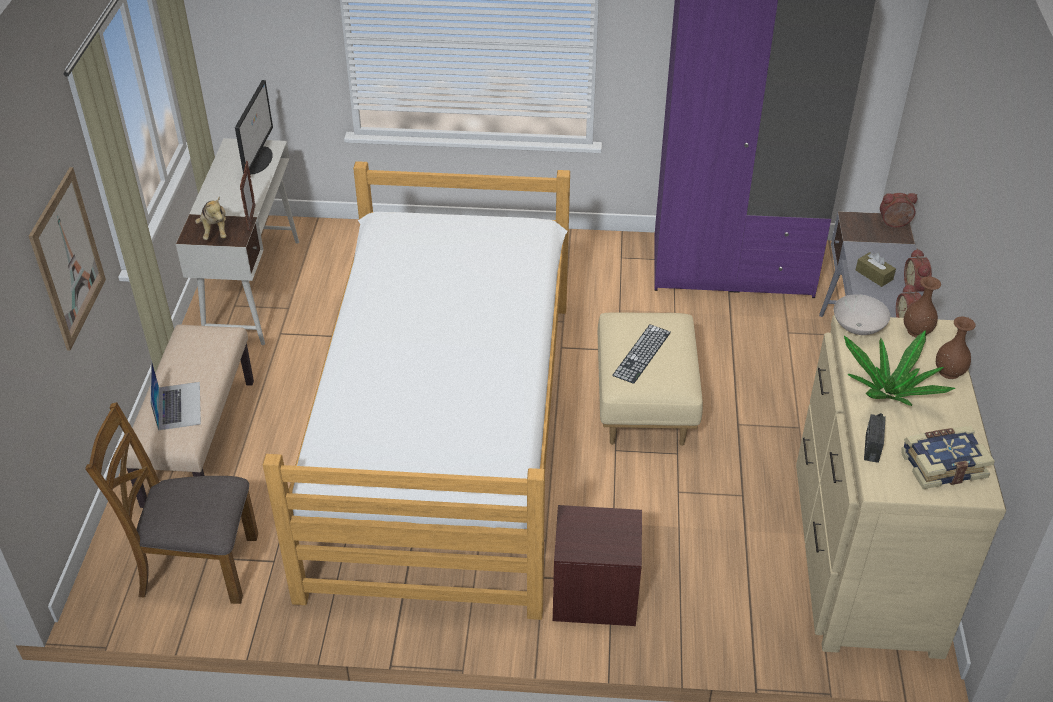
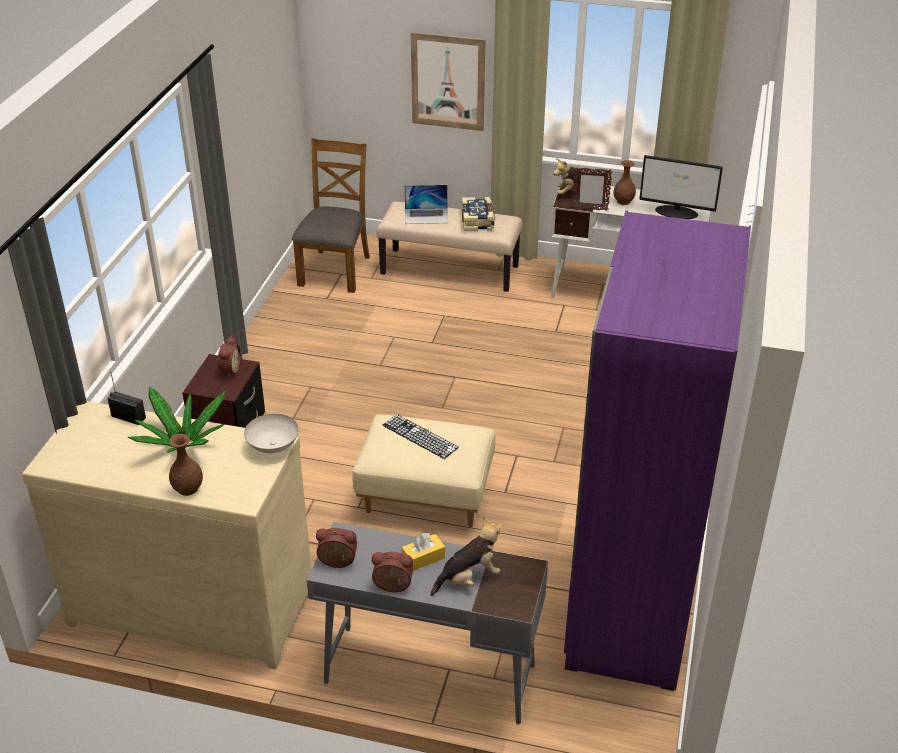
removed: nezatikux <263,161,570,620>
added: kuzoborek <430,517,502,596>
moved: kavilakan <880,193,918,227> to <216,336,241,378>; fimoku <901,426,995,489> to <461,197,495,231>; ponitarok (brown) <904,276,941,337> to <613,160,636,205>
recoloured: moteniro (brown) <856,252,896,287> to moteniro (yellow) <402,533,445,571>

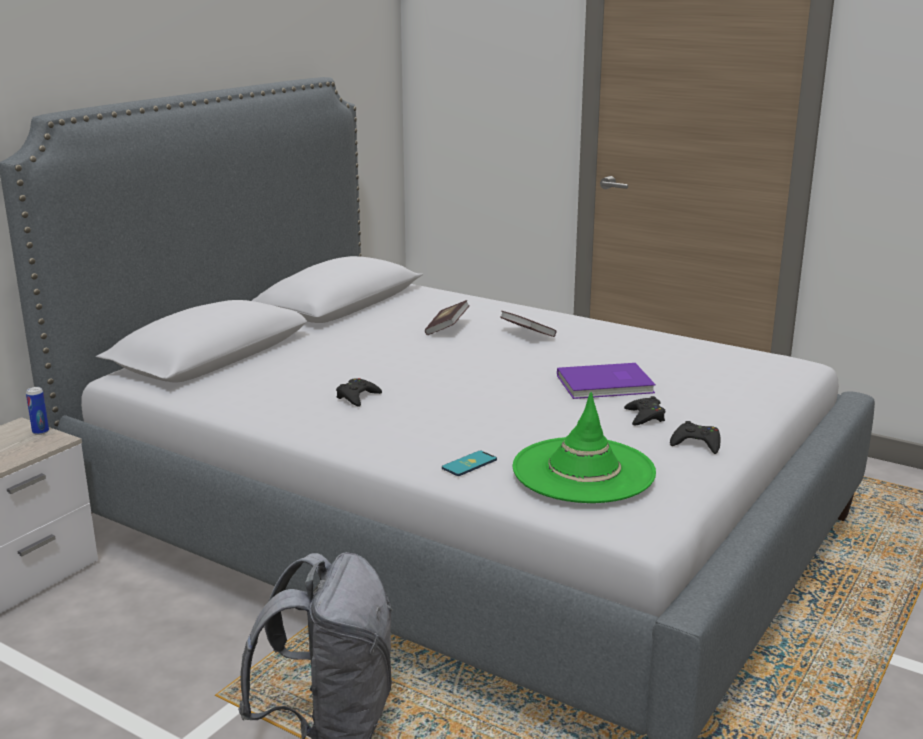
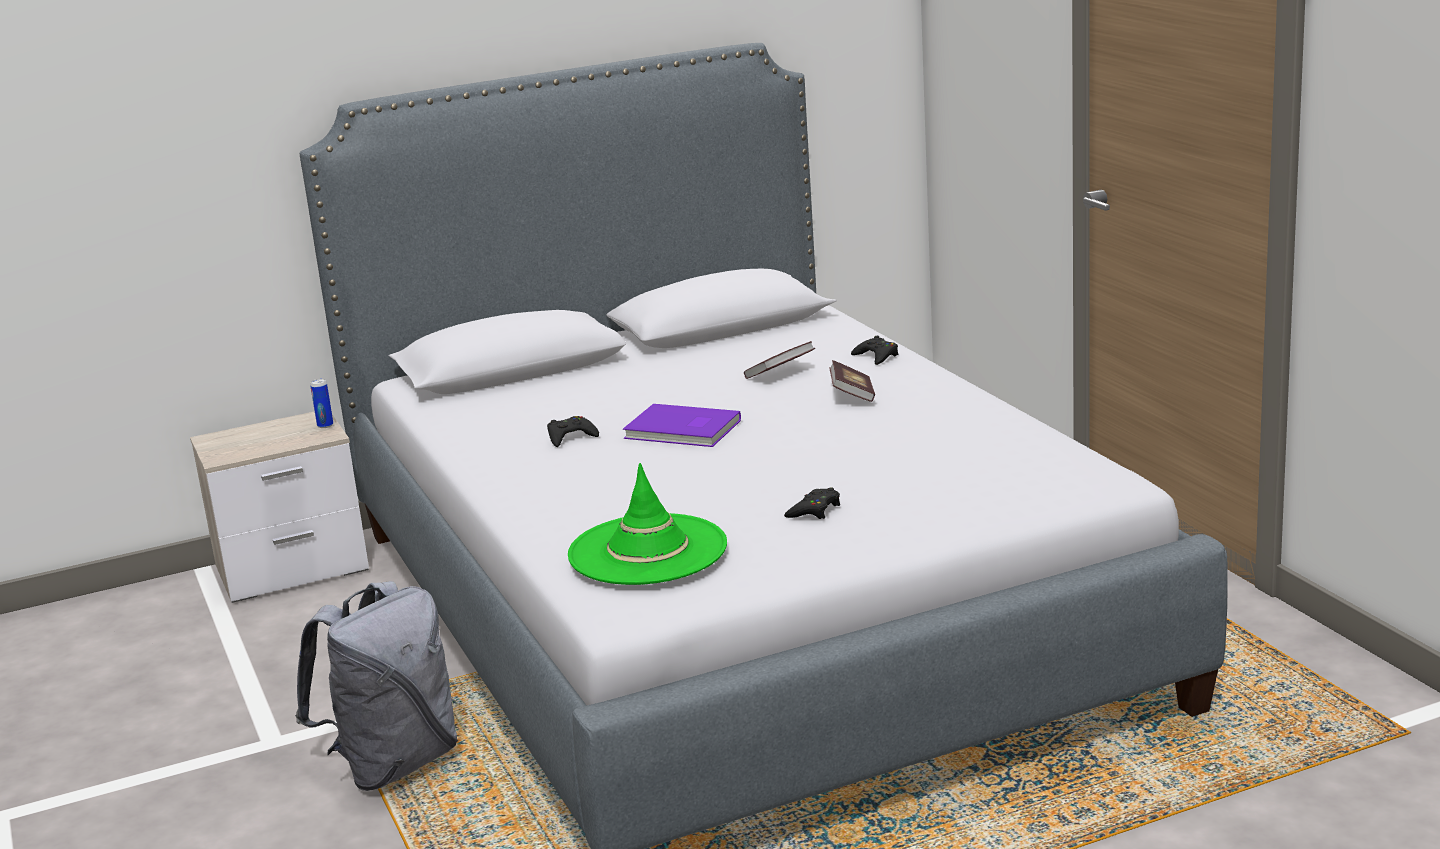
removed: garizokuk <442,451,497,476>
moved: fimoku (purple) <557,363,656,399> to <623,404,741,447>; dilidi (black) <670,421,720,454> to <851,336,898,365>

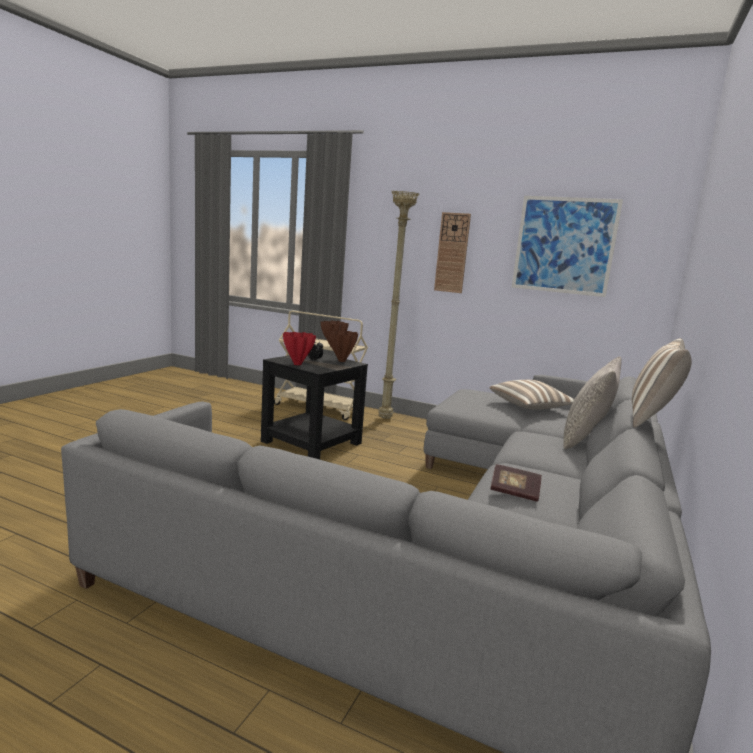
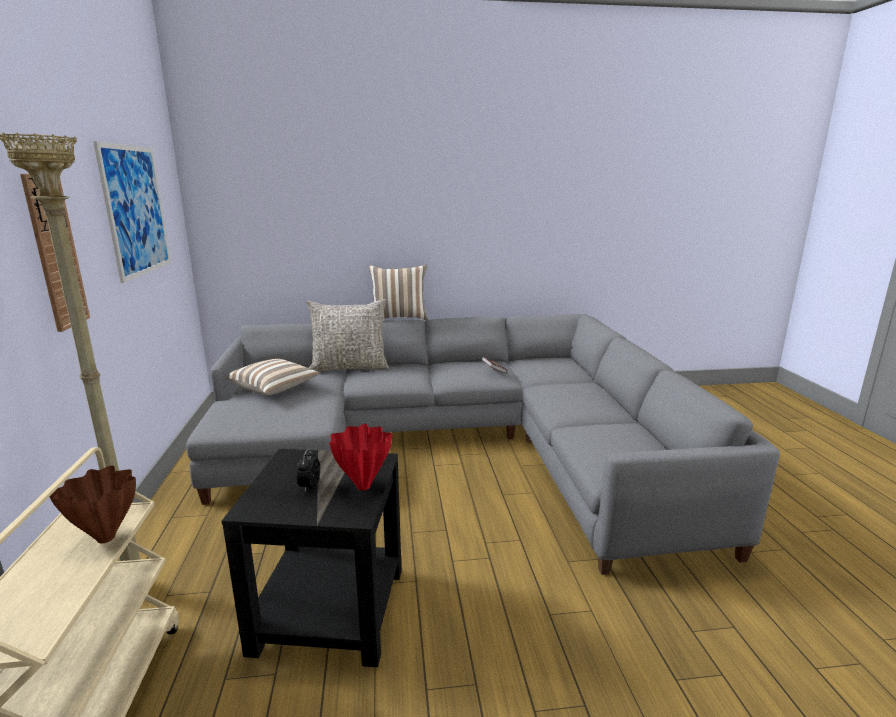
removed: ponitarok (brown) <328,330,358,362>

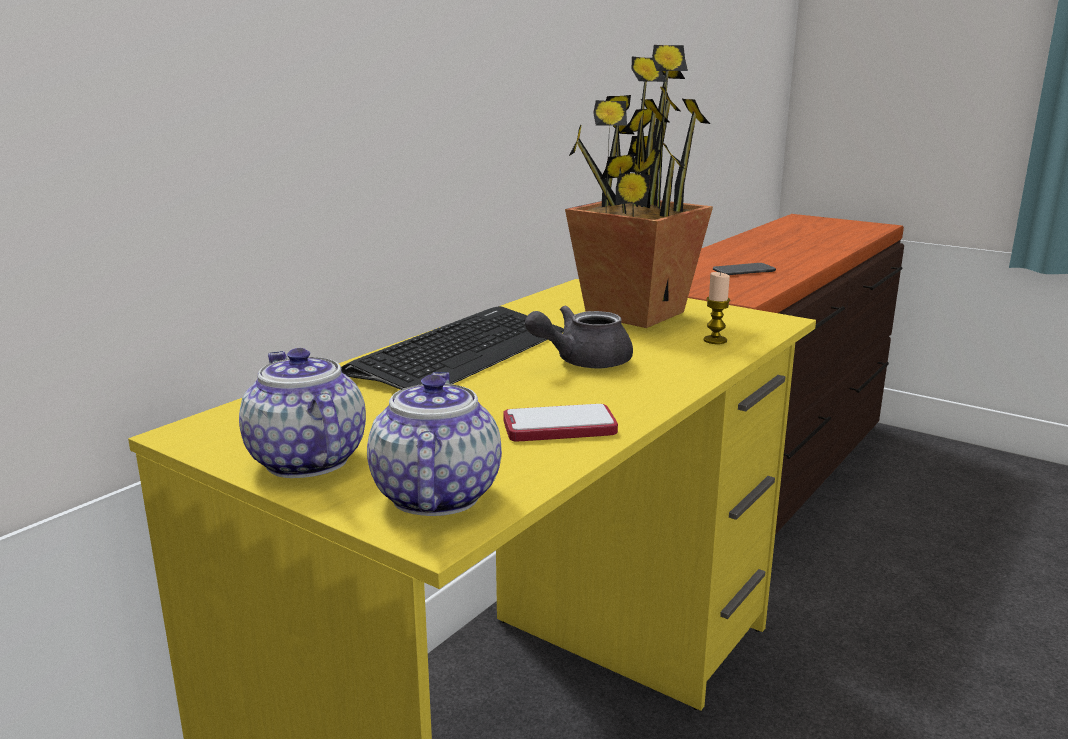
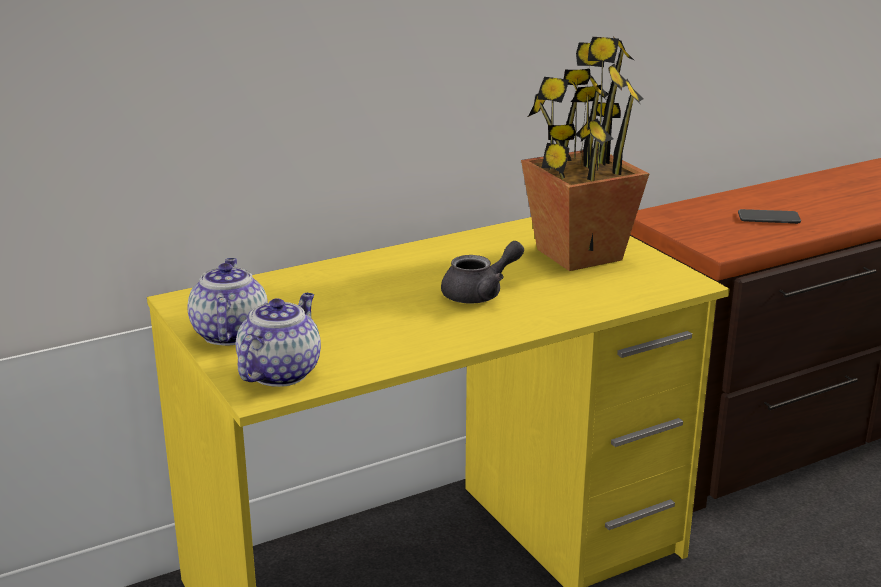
removed: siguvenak <341,306,564,390>; garizokuk <503,404,618,442>; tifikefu <704,272,730,344>
turned: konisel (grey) <525,305,633,368> = <441,241,524,304> 150 degrees clockwise

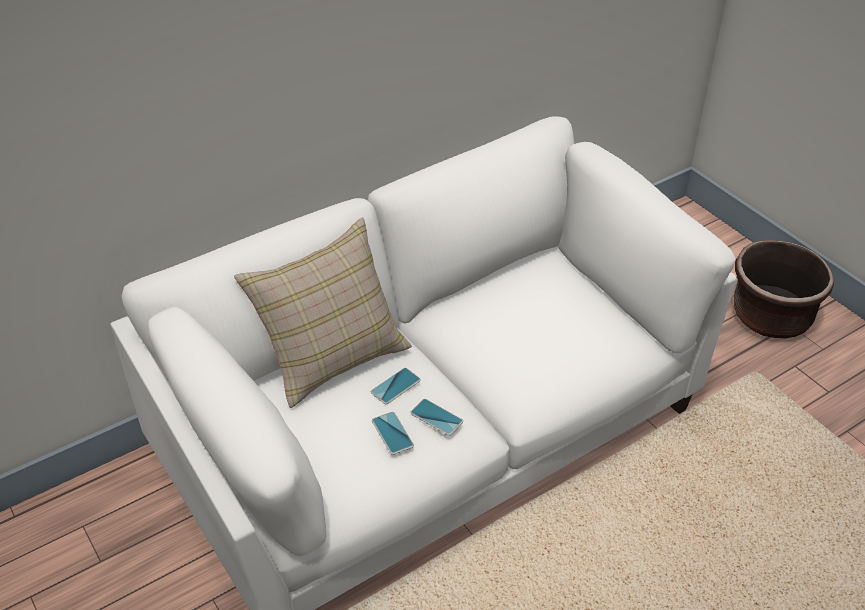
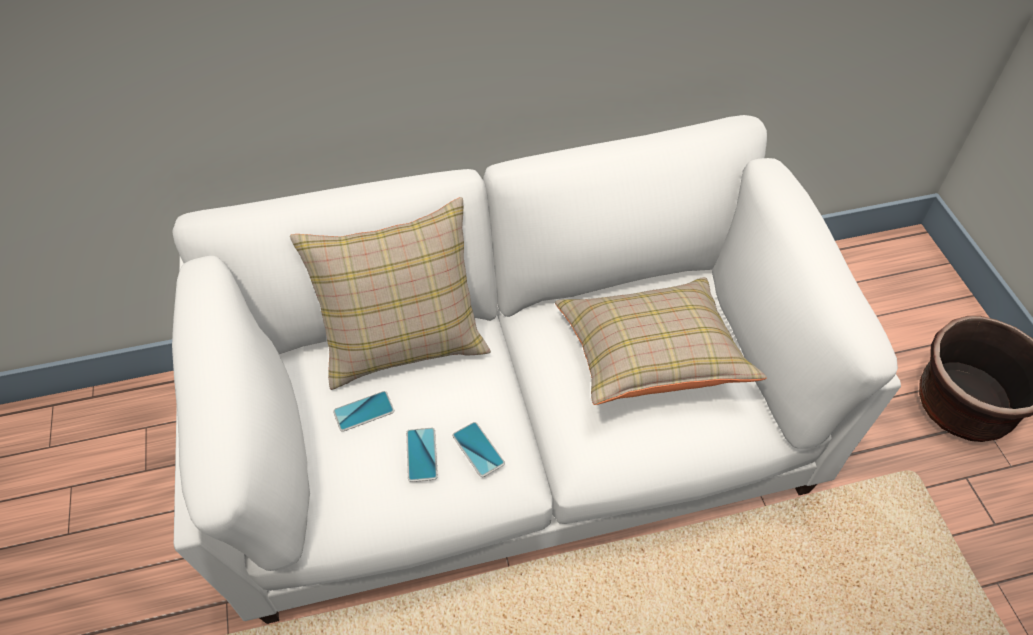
added: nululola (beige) <555,277,767,405>
moved: garizokuk <371,368,421,404> to <333,391,394,432>

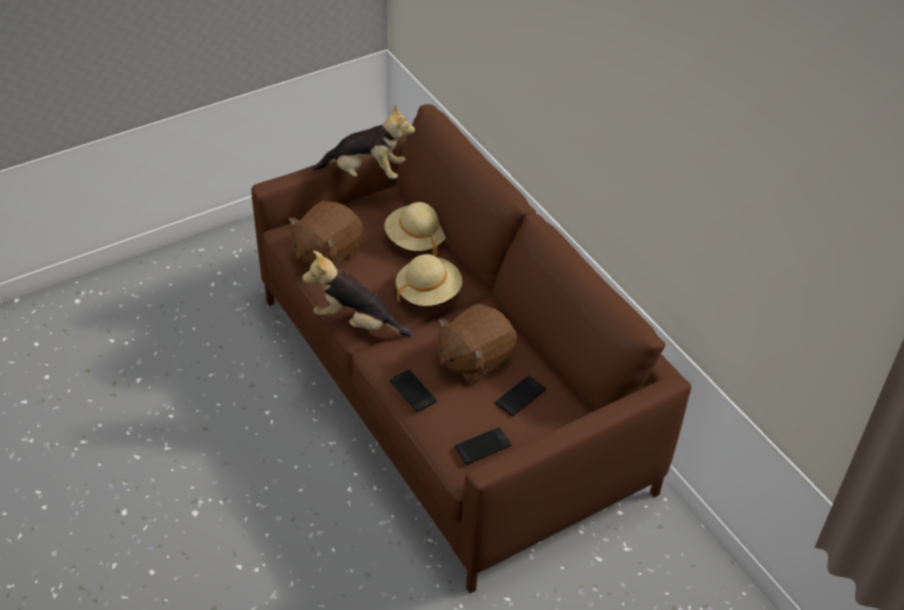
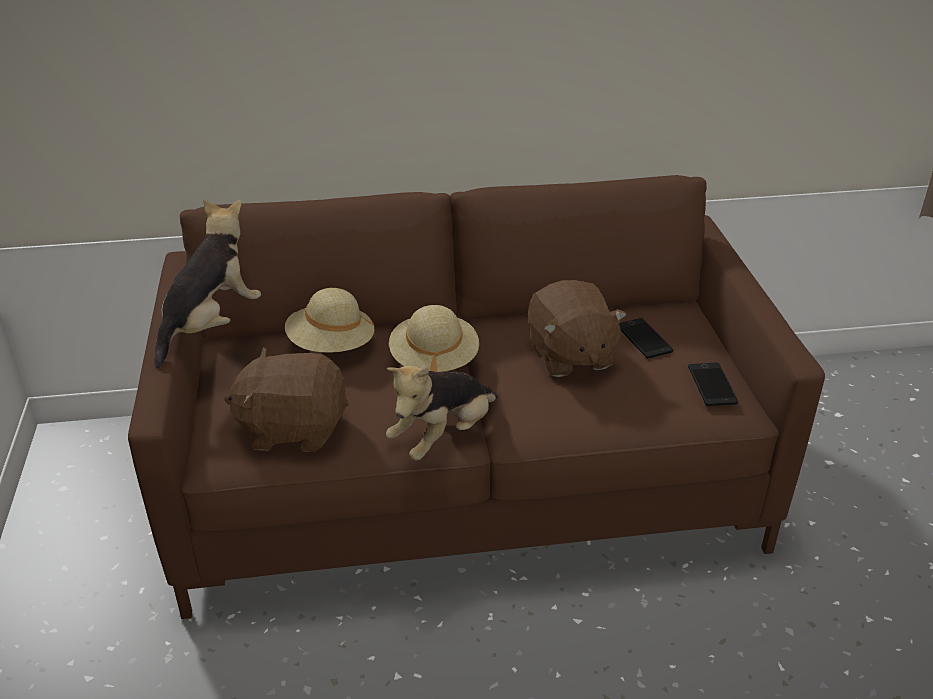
removed: garizokuk <390,370,437,412>
turned: kuzoborek (brown) <289,201,363,268> = <224,347,349,452> 120 degrees clockwise

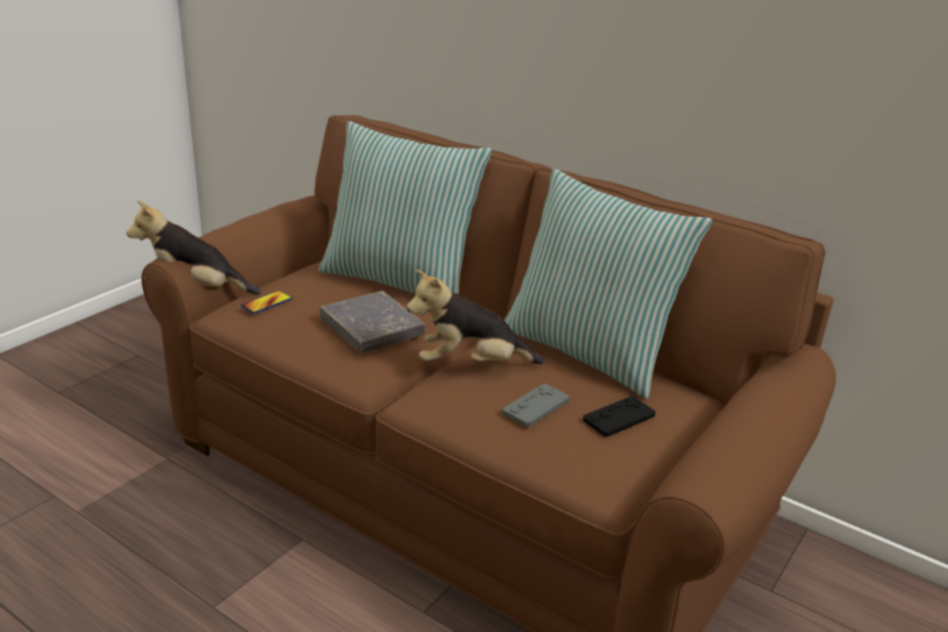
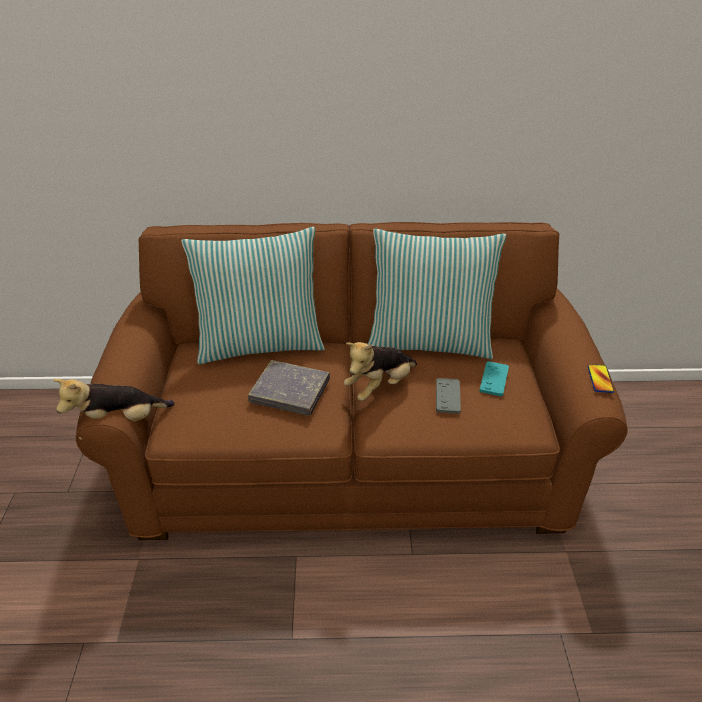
moved: garizokuk <241,291,292,314> to <587,364,614,393>
recoloured: dilidi (black) <583,396,656,437> to dilidi (turquoise) <479,361,509,397>

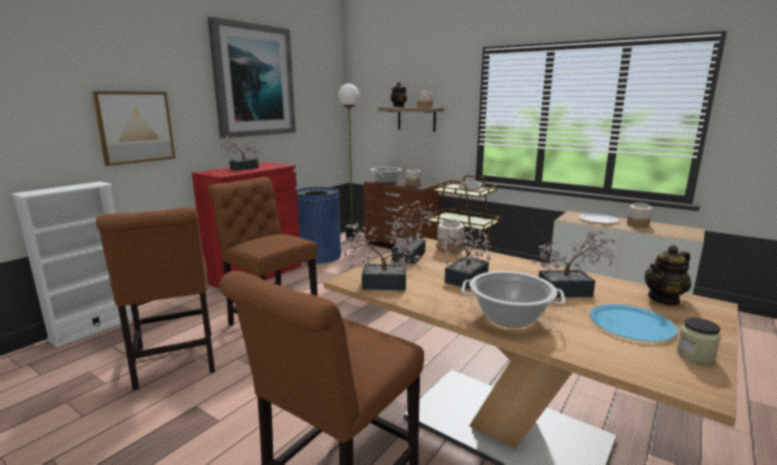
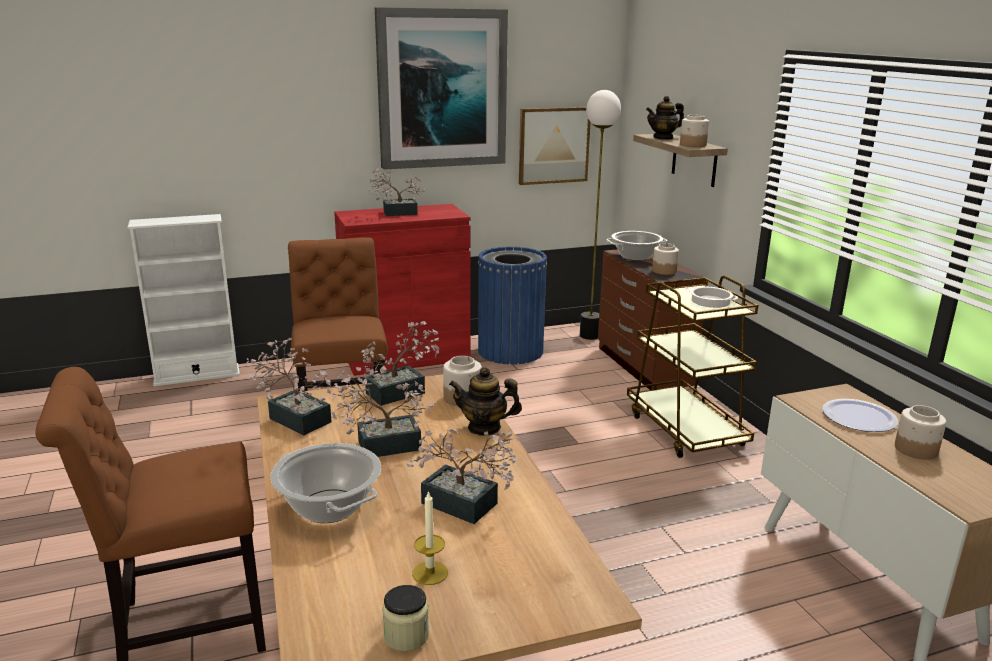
removed: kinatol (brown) <96,207,215,390>
moved: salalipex <92,91,175,166> to <519,107,591,185>; konisel <645,245,691,305> to <449,367,522,436>
replaced: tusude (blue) <590,304,677,342> to tifikefu <412,490,448,585>

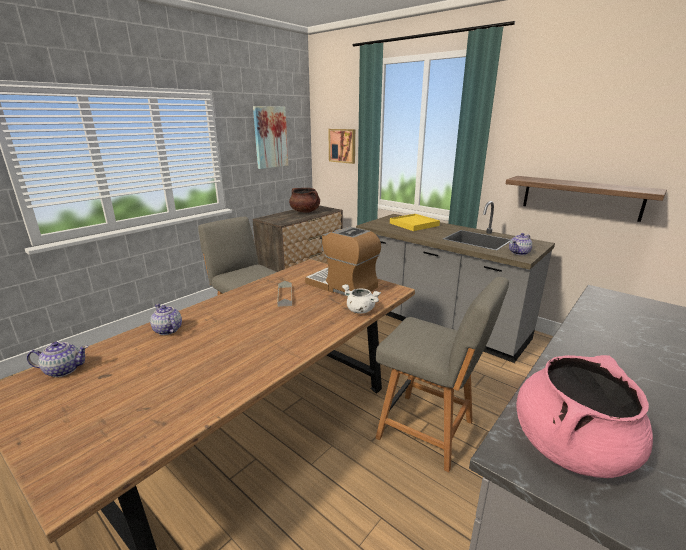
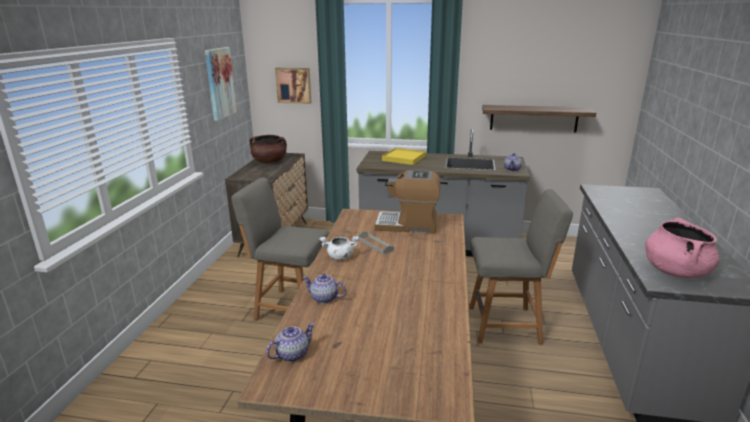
moved: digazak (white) <342,284,381,314> to <319,236,359,260>

